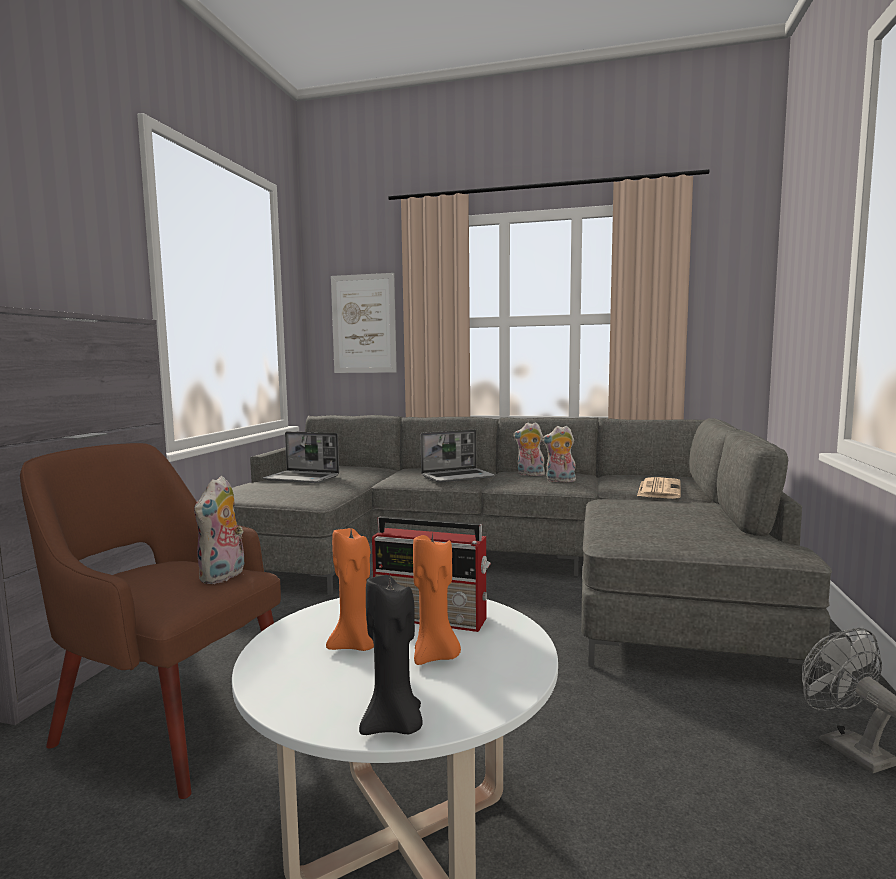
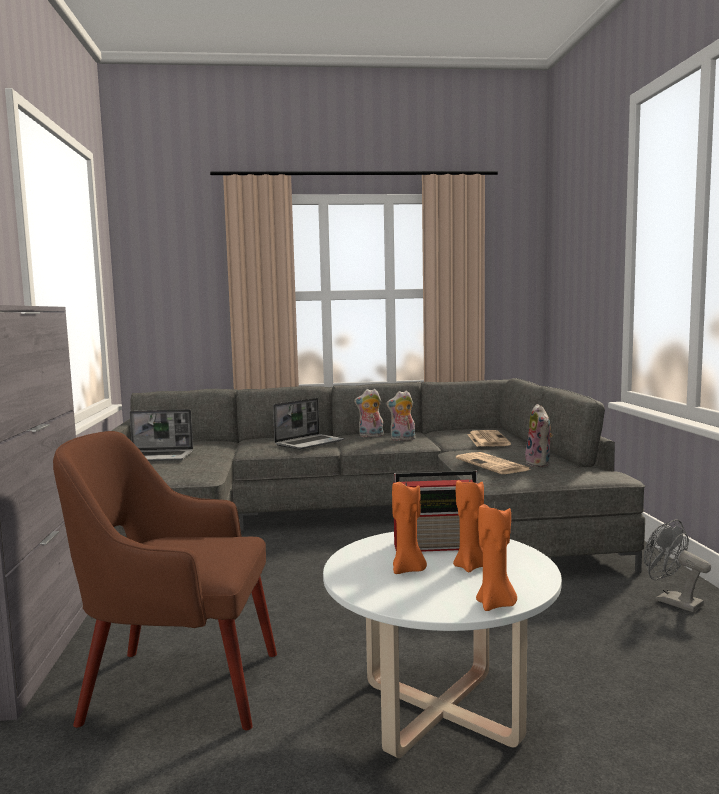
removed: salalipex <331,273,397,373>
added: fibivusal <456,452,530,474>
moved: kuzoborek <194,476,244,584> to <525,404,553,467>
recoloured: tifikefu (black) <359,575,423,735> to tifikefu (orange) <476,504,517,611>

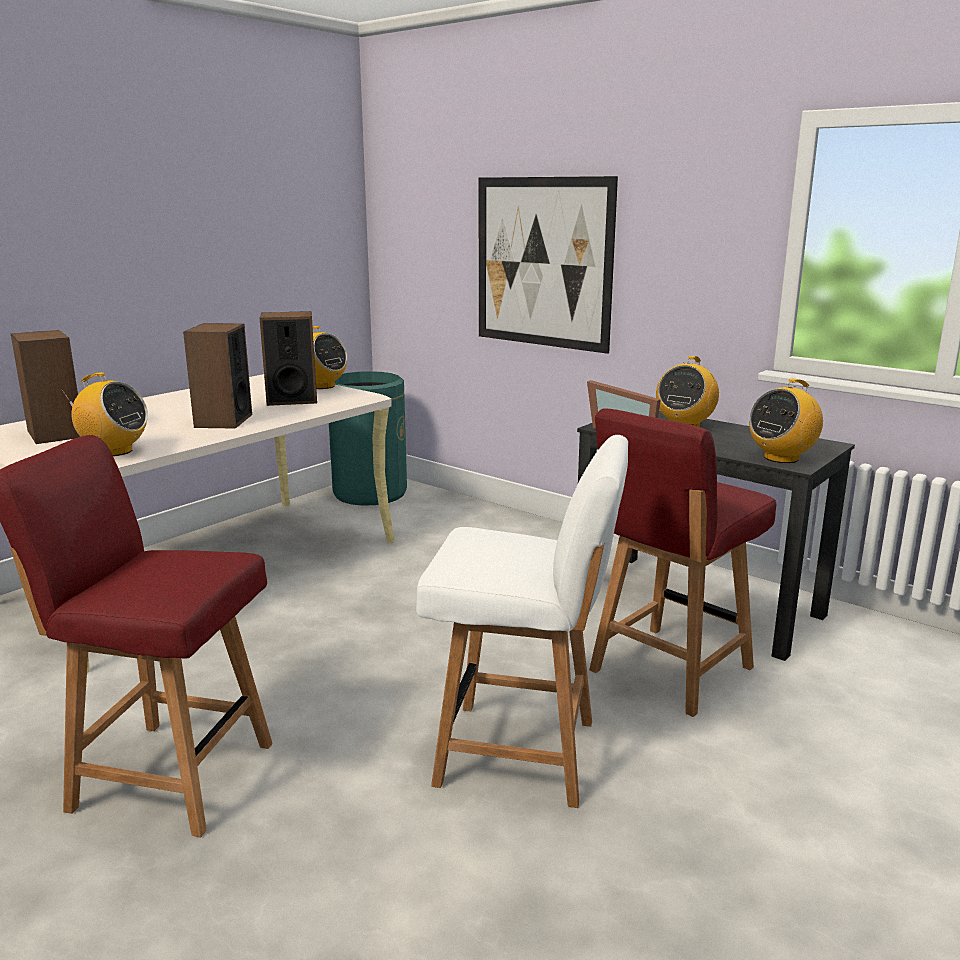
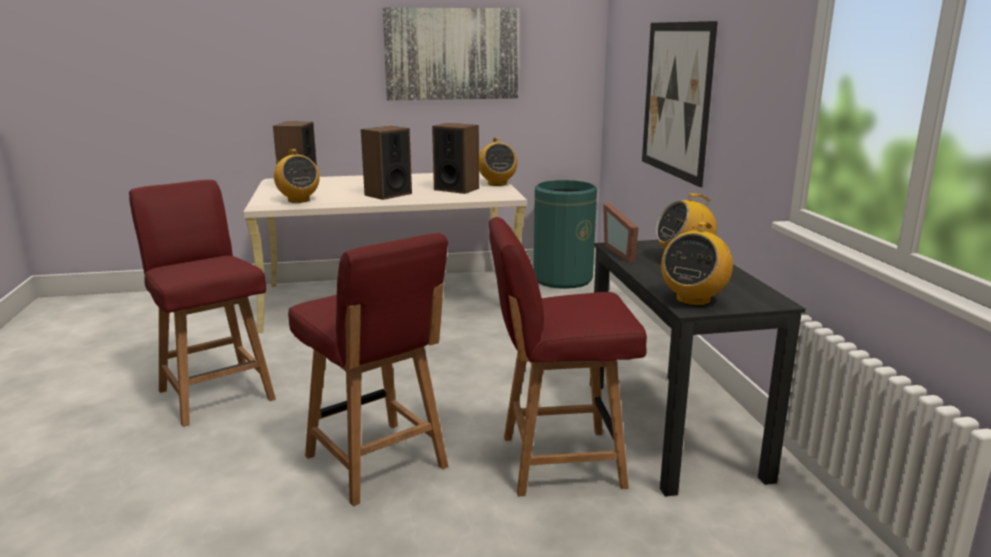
added: salalipex <383,7,519,101>
recoloured: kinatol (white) <416,435,628,808> to kinatol (red) <288,233,448,506>
turned: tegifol <749,379,823,463> = <661,222,733,306> 60 degrees counterclockwise

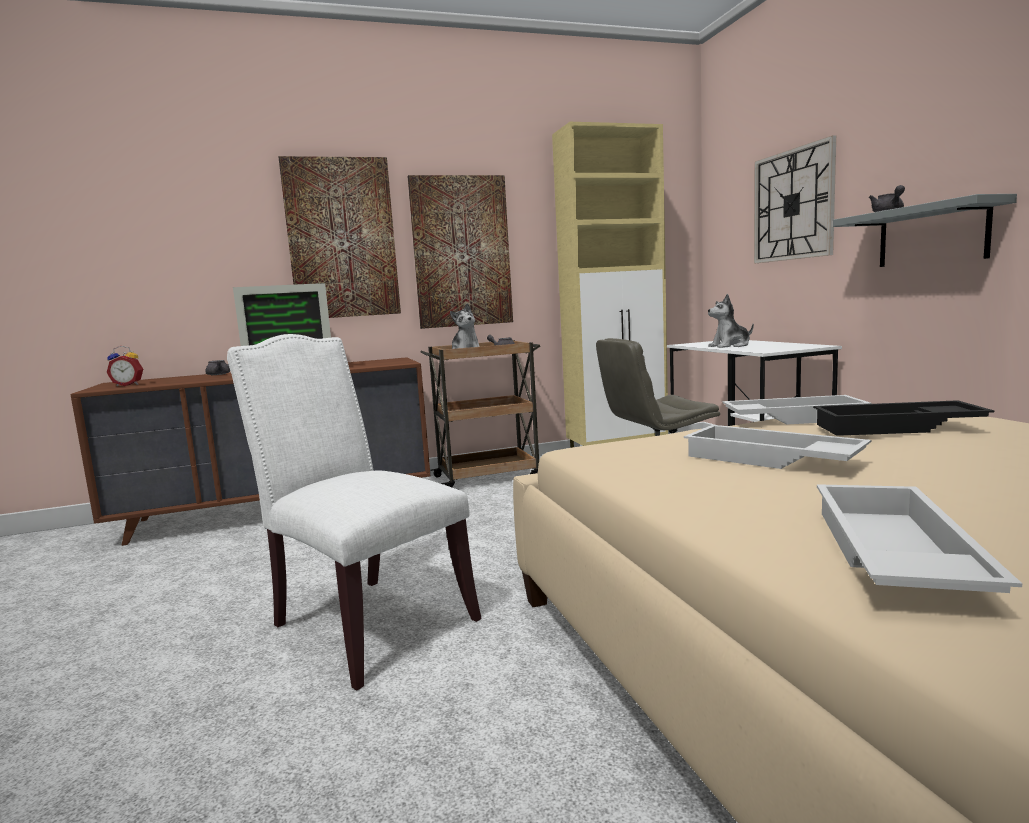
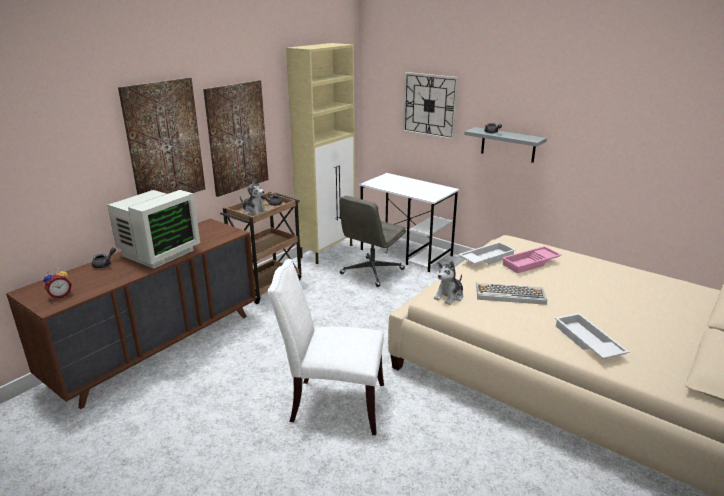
moved: kuzoborek <708,294,754,348> to <434,261,463,305>
replaced: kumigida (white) <684,425,871,469> to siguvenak <476,283,547,305>
recoloured: kumigida (black) <813,400,994,436> to kumigida (pink) <502,246,561,274>

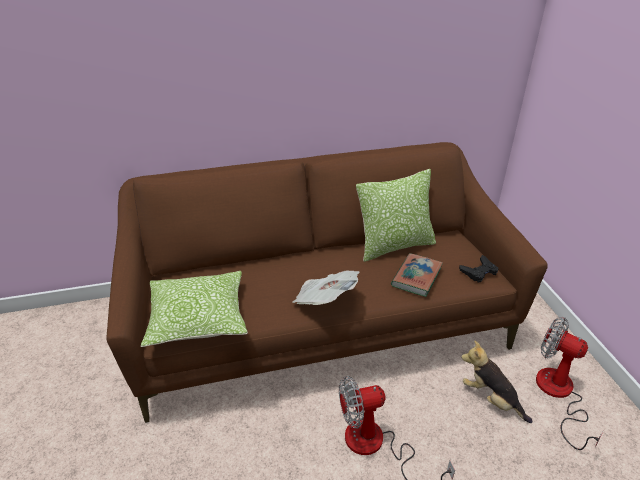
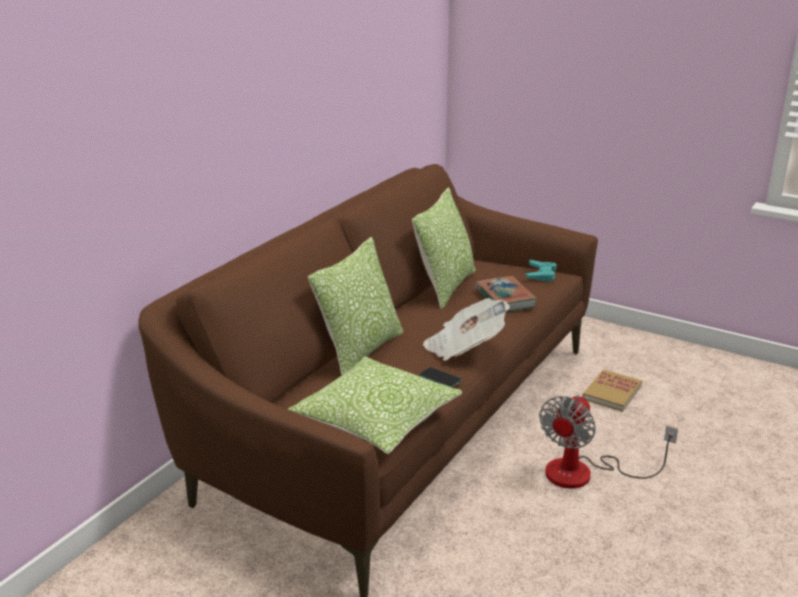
removed: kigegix <536,317,603,450>
added: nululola <308,237,403,376>; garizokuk <419,367,462,388>
replaced: kuzoborek <461,340,533,423> to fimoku <582,370,642,412>
recoloured: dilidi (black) <459,255,498,282> to dilidi (turquoise) <526,259,557,282>

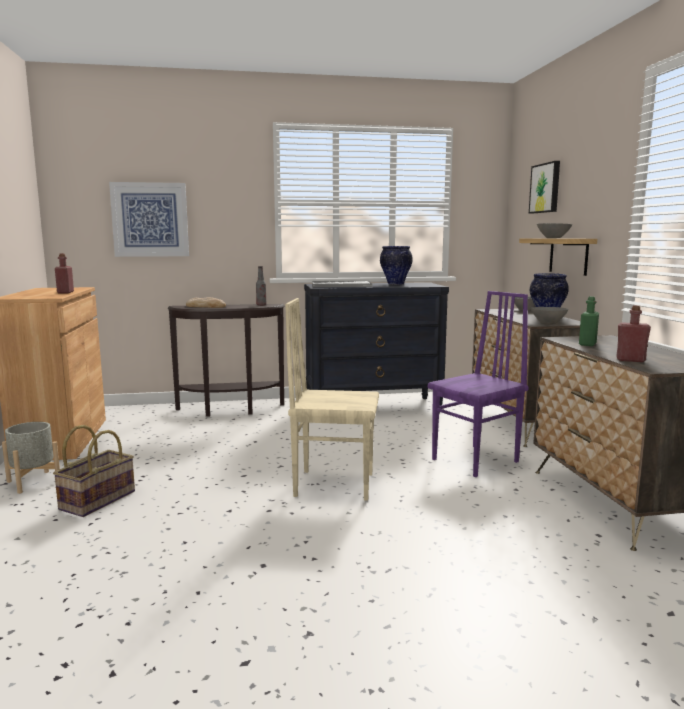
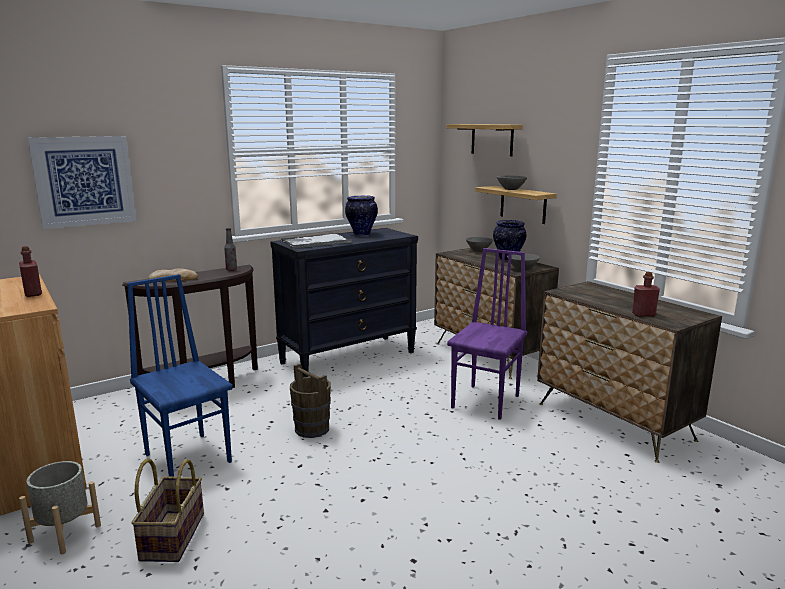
removed: kinatol (beige) <285,298,379,501>; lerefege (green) <579,296,599,346>
added: kinatol (blue) <127,274,233,477>; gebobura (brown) <290,363,331,438>
replaced: salalipex <529,161,560,214> to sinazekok <447,124,522,156>

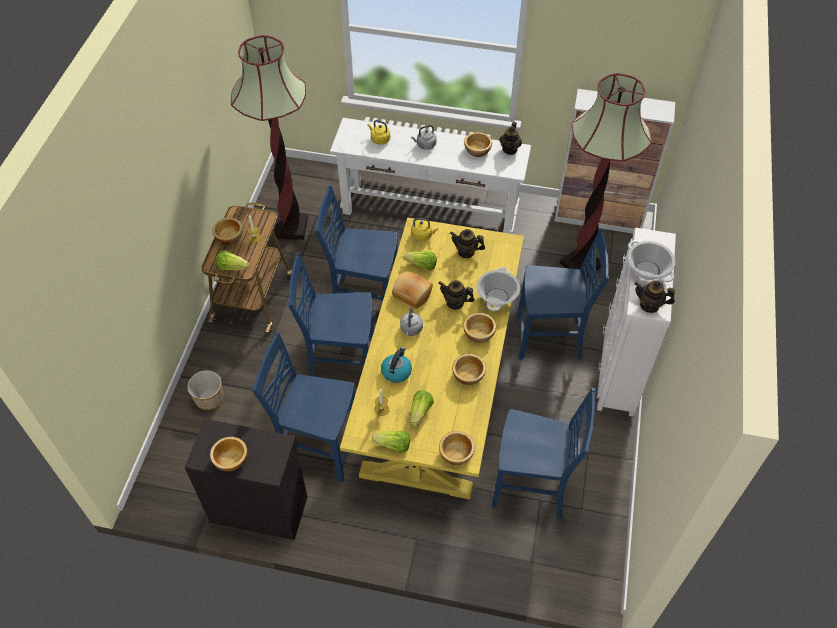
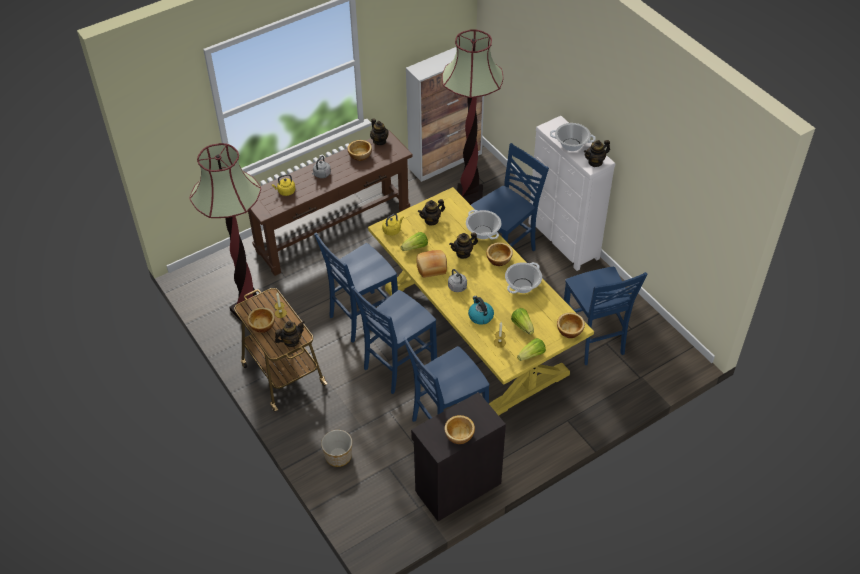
replaced: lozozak <216,251,249,270> to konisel <275,321,305,347>; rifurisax <452,354,486,385> to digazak <505,262,542,293>
recoloured: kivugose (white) <330,118,531,234> to kivugose (brown) <248,130,413,276>
turned: kinatol (blue) <492,388,596,518> = <564,267,647,365> 105 degrees clockwise

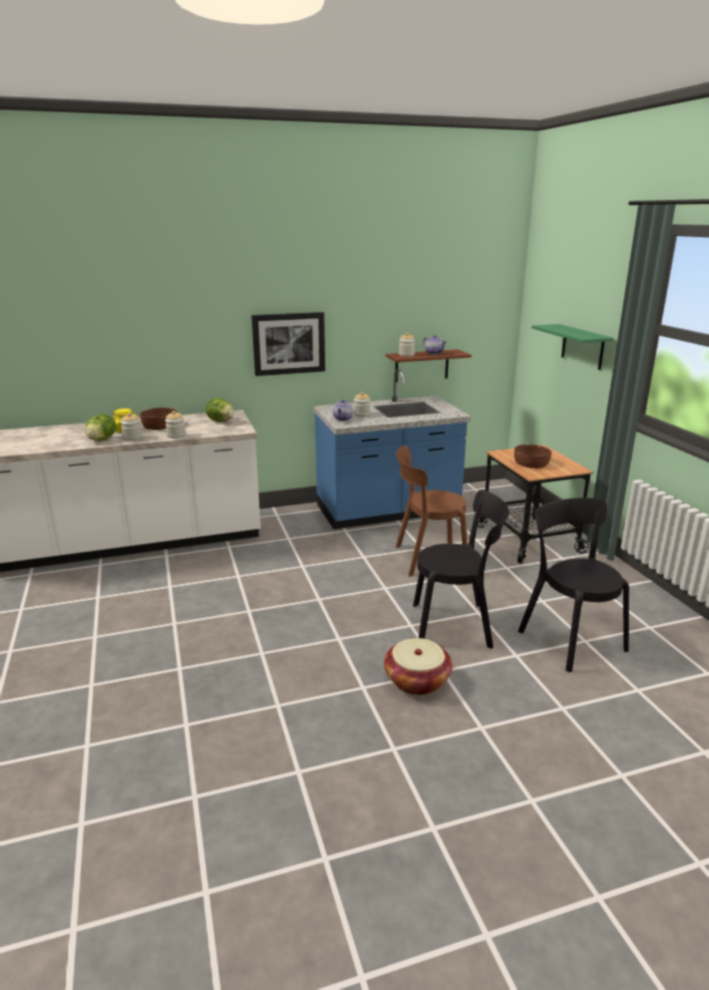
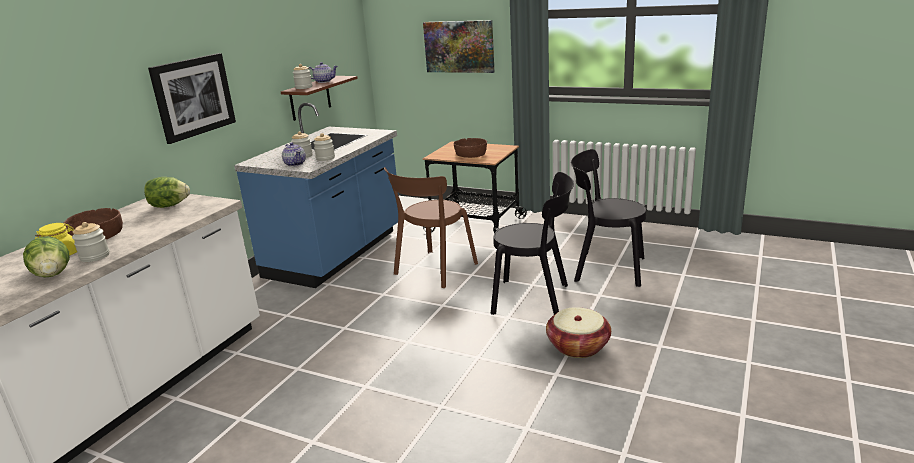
moved: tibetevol <165,411,186,438> to <313,133,335,161>
replaced: sinazekok (green) <532,324,614,370> to salalipex <423,20,495,73>
turned: kinatol (black) <413,490,509,649> = <491,172,574,315> 60 degrees clockwise

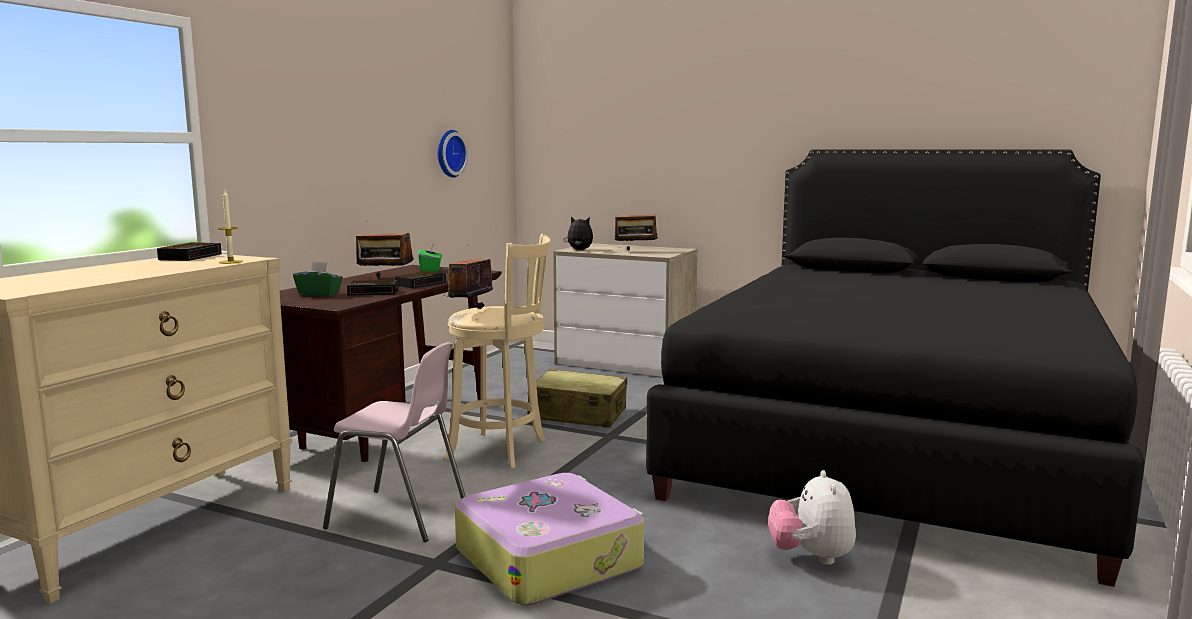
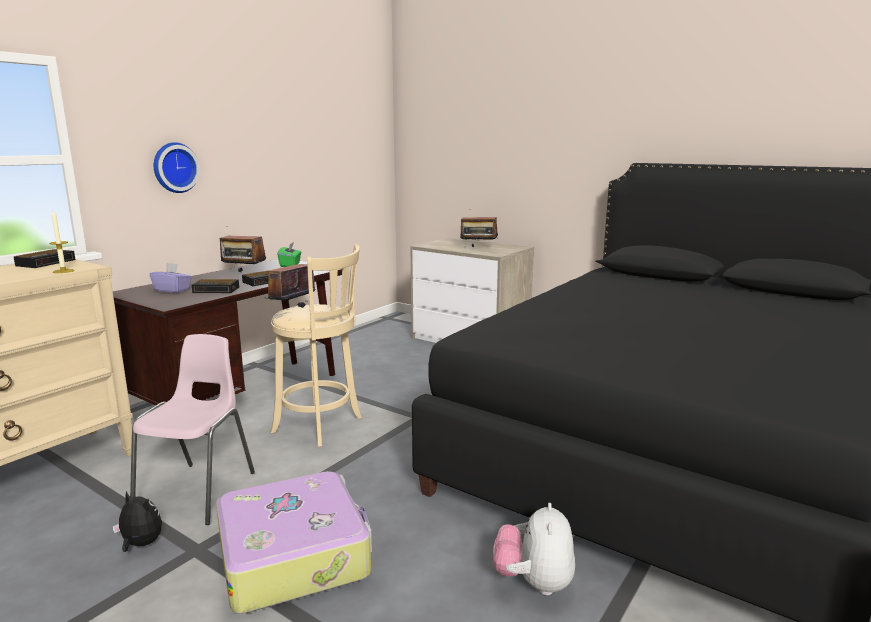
removed: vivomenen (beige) <528,369,627,428>
moved: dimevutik <437,130,468,178> to <154,142,200,193>; kuzoborek <563,217,593,250> to <112,491,162,552>
recoloured: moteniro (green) <293,262,343,296> to moteniro (purple) <150,263,192,293>
turned: kinatol (pink) <323,342,466,542> = <130,334,255,525> 105 degrees counterclockwise

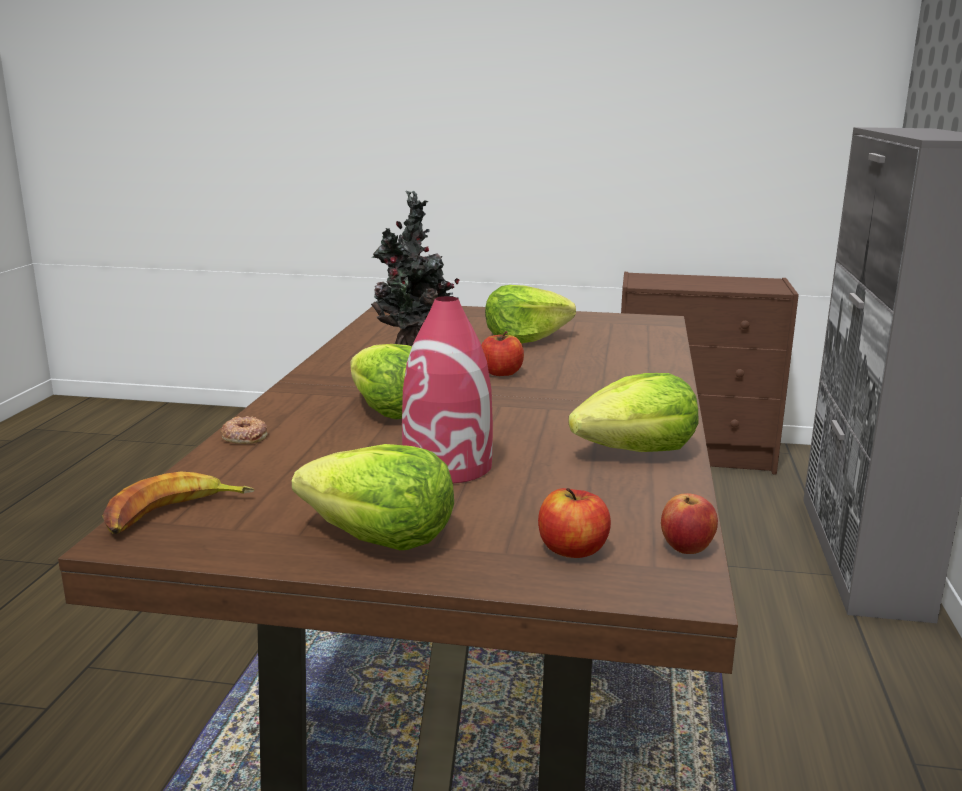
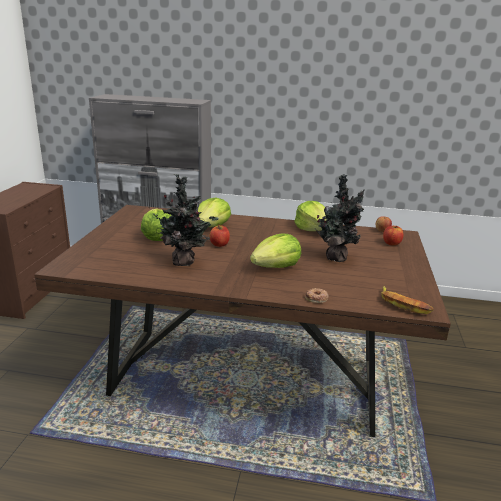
moved: lozozak <292,444,454,550> to <198,198,231,227>
replaced: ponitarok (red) <402,296,493,483> to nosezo <314,175,365,262>

